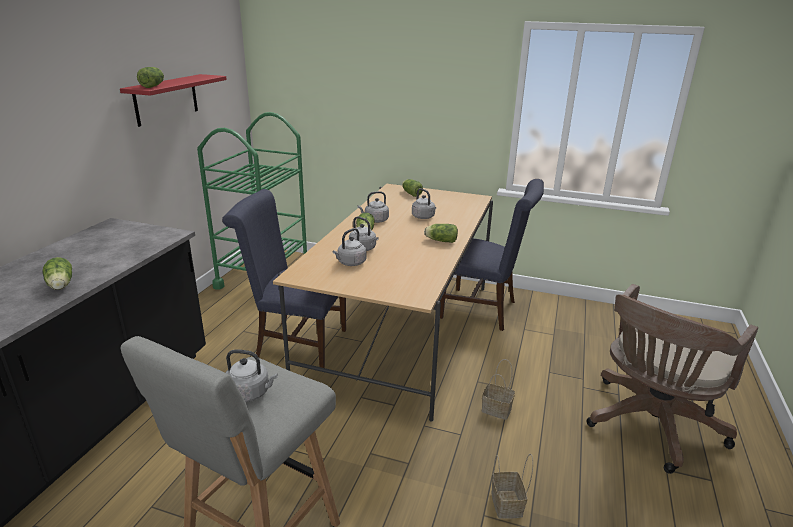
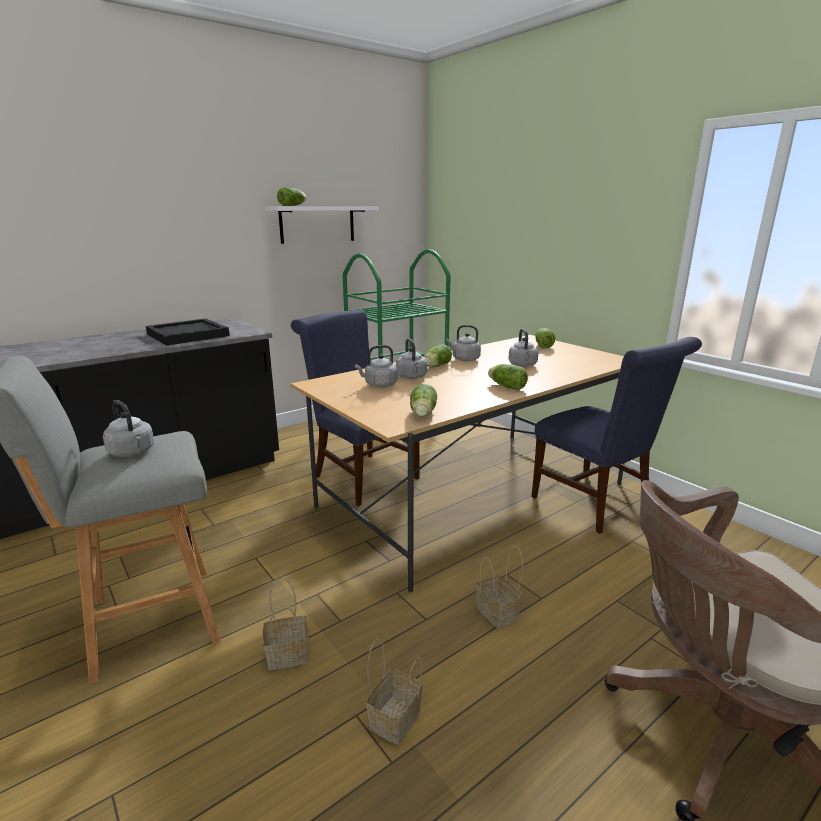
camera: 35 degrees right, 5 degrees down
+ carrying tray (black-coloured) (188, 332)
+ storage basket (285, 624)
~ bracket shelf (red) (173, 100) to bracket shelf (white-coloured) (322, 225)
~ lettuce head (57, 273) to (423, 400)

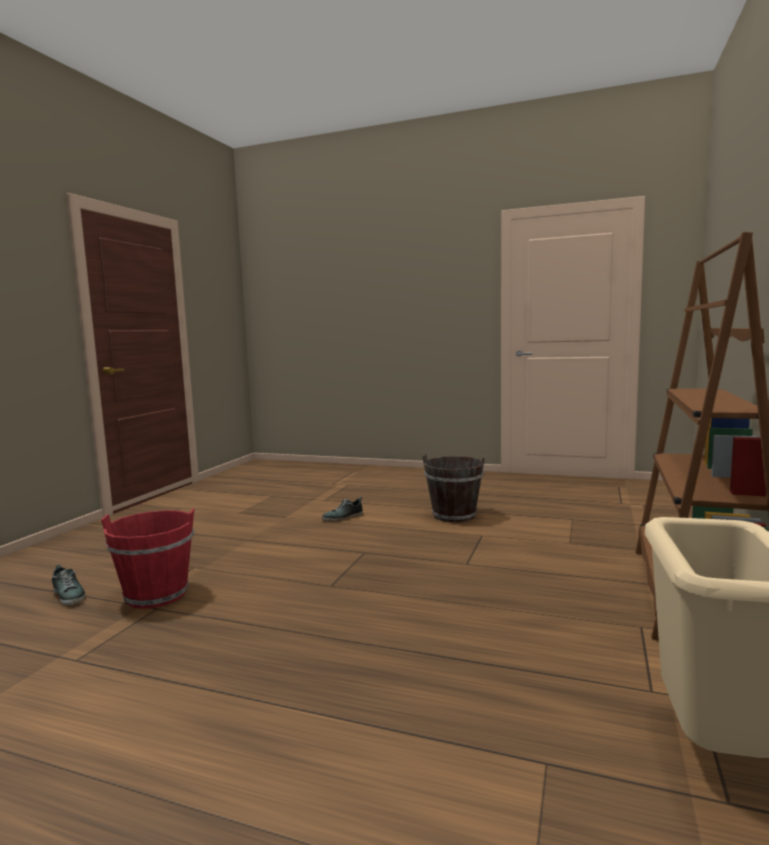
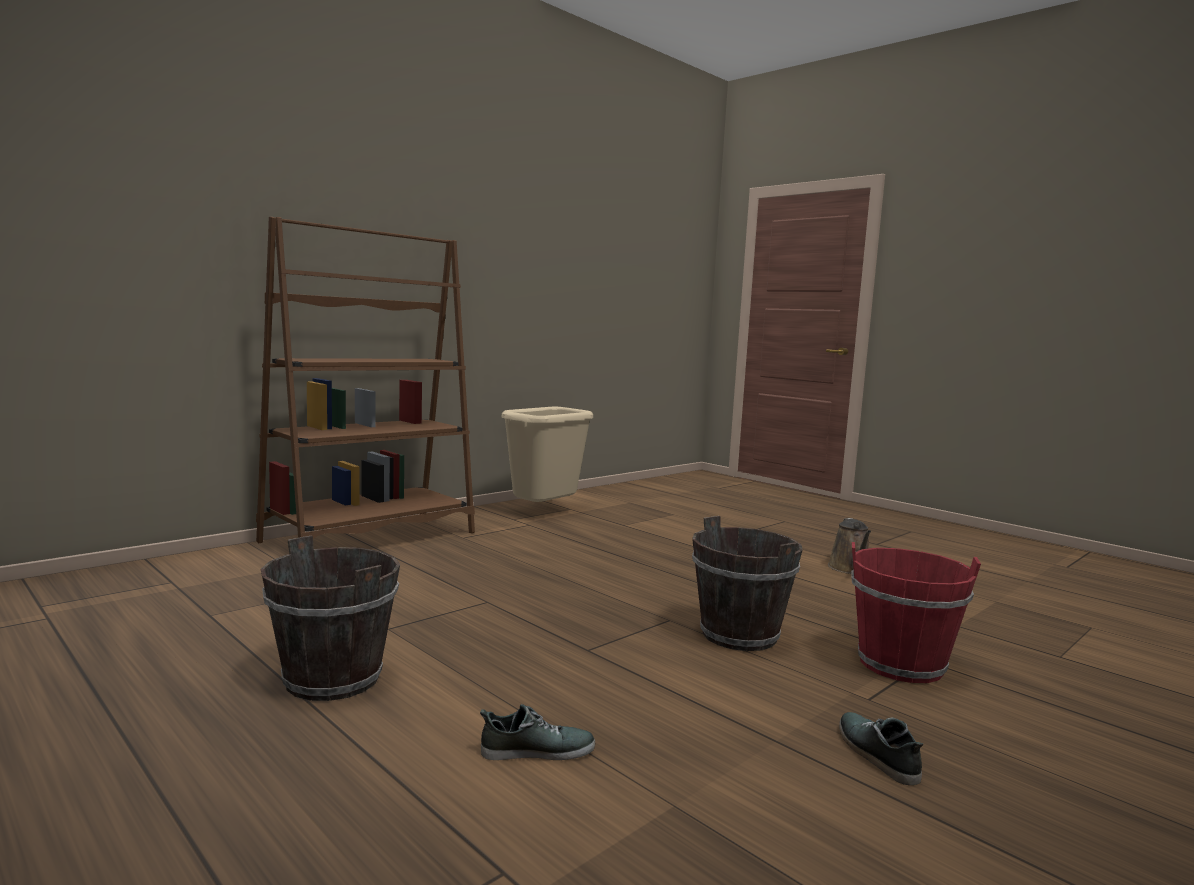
camera: 155 degrees left, 0 degrees up
+ water bucket (brown-coloured) (747, 583)
+ watering pot (brown-coloured) (849, 546)
~ shoe (68, 584) to (881, 748)

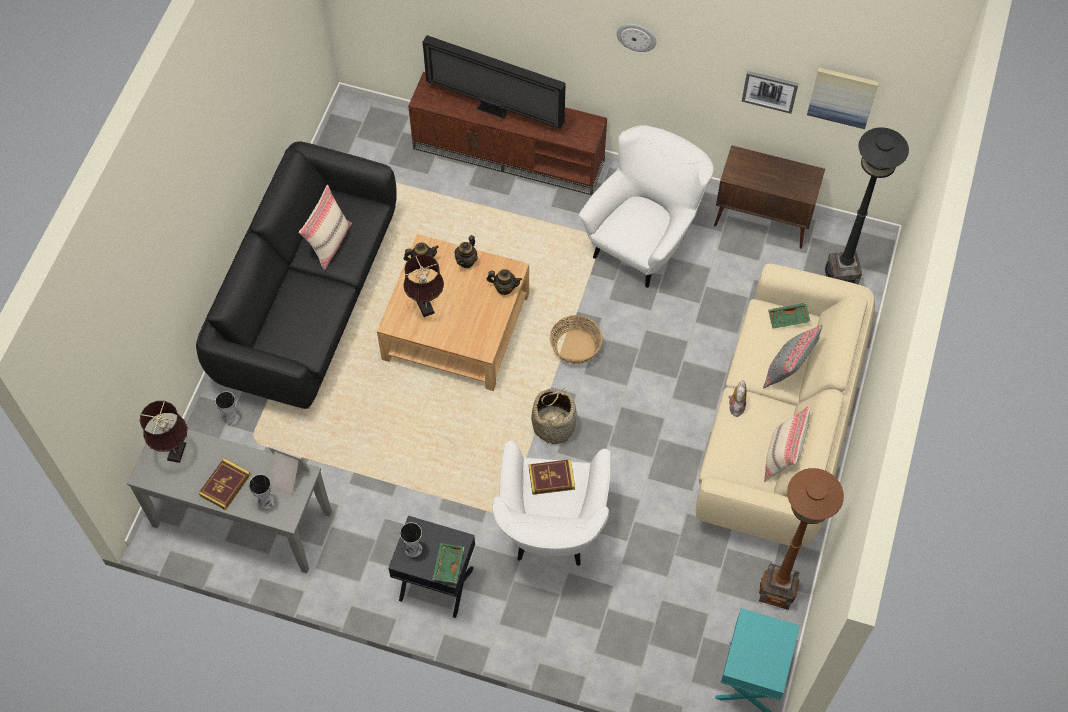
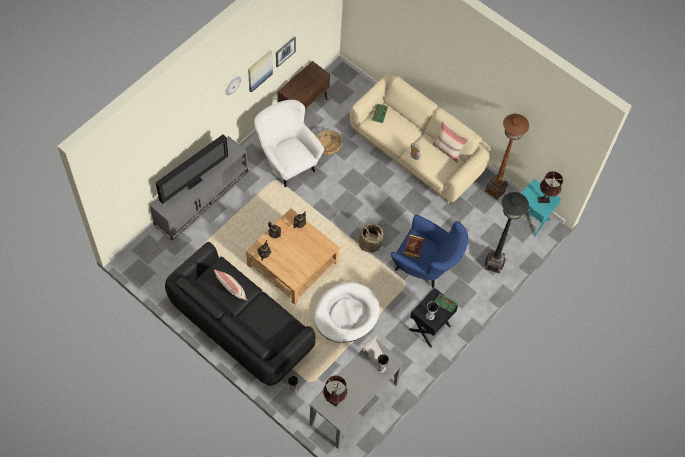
camera: 70 degrees left, 0 degrees up
~ tv stand (brown-coloured) (507, 133) to tv stand (gray) (199, 188)
~ wall art (843, 98) to (260, 71)
+ pet bed (white-coloured) (347, 312)
~ storage basket (576, 339) to (329, 142)
~ lounge chair (white-coloured) (551, 503) to lounge chair (blue) (429, 251)
~ floor lamp (black-coloured) (867, 206) to (507, 232)
~ lamp for a table (brown-coloured) (423, 285) to (550, 187)
- volume (225, 484)
- pillow (gray) (793, 357)

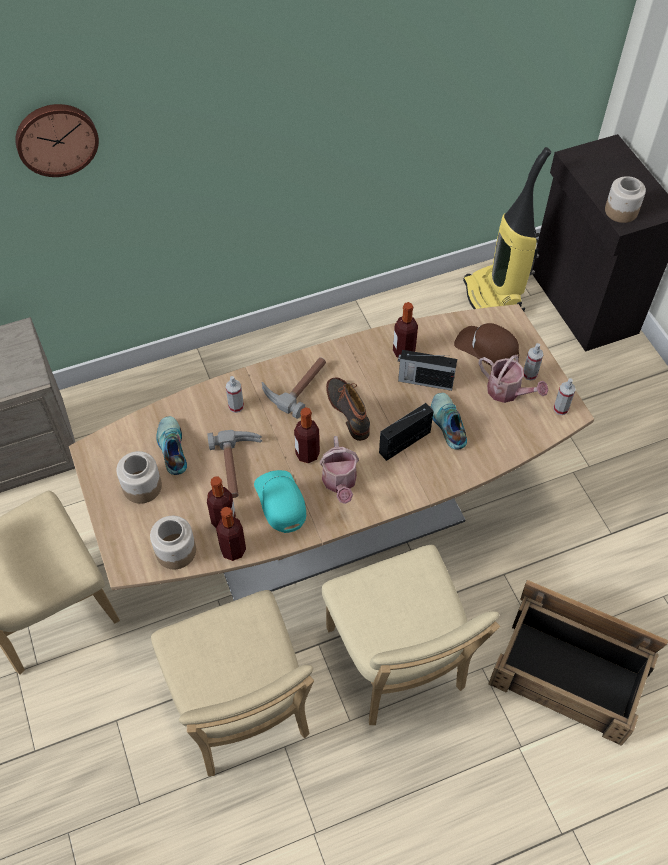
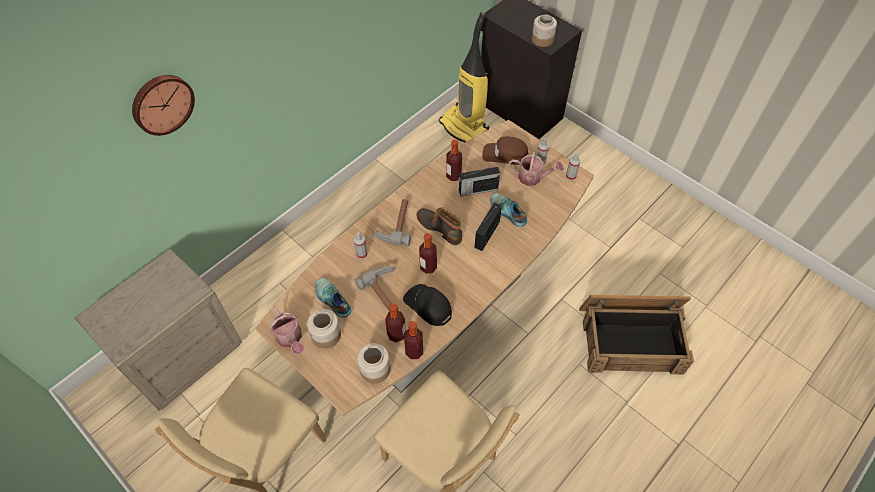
camera: 25 degrees left, 0 degrees up
~ watering pot (339, 470) to (286, 330)
~ baseball cap (turquoise) (280, 501) to baseball cap (black-coloured) (427, 305)
- chair (beige-coloured) (411, 635)

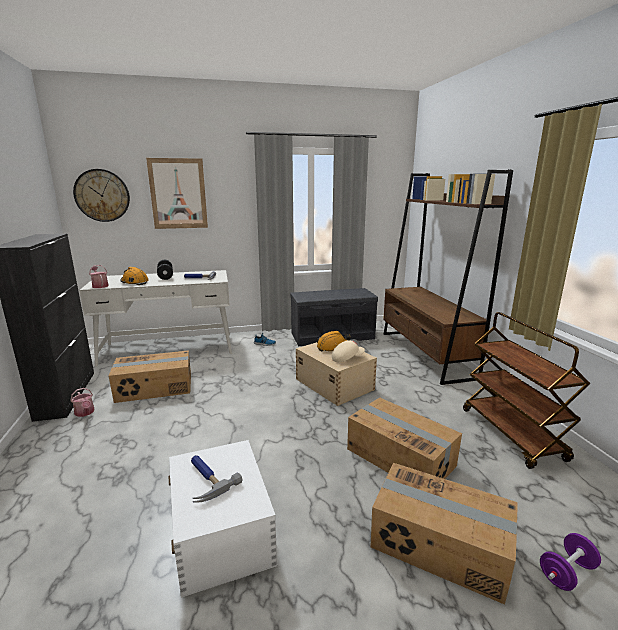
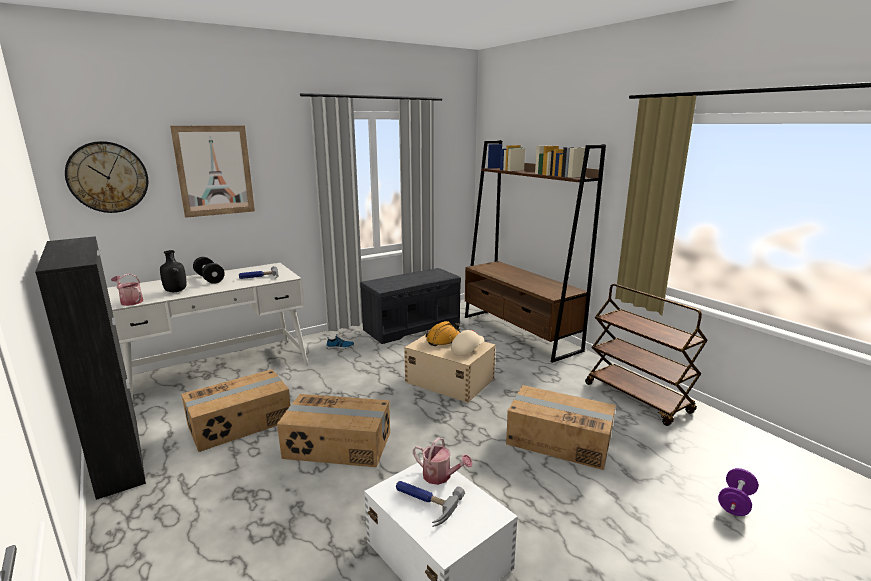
camera: 20 degrees left, 0 degrees up
~ work helmet (orange-coloured) (135, 276) to beverage bottle (black-coloured) (173, 271)
~ cardboard box (444, 534) to (333, 430)
~ watering pot (82, 402) to (443, 461)

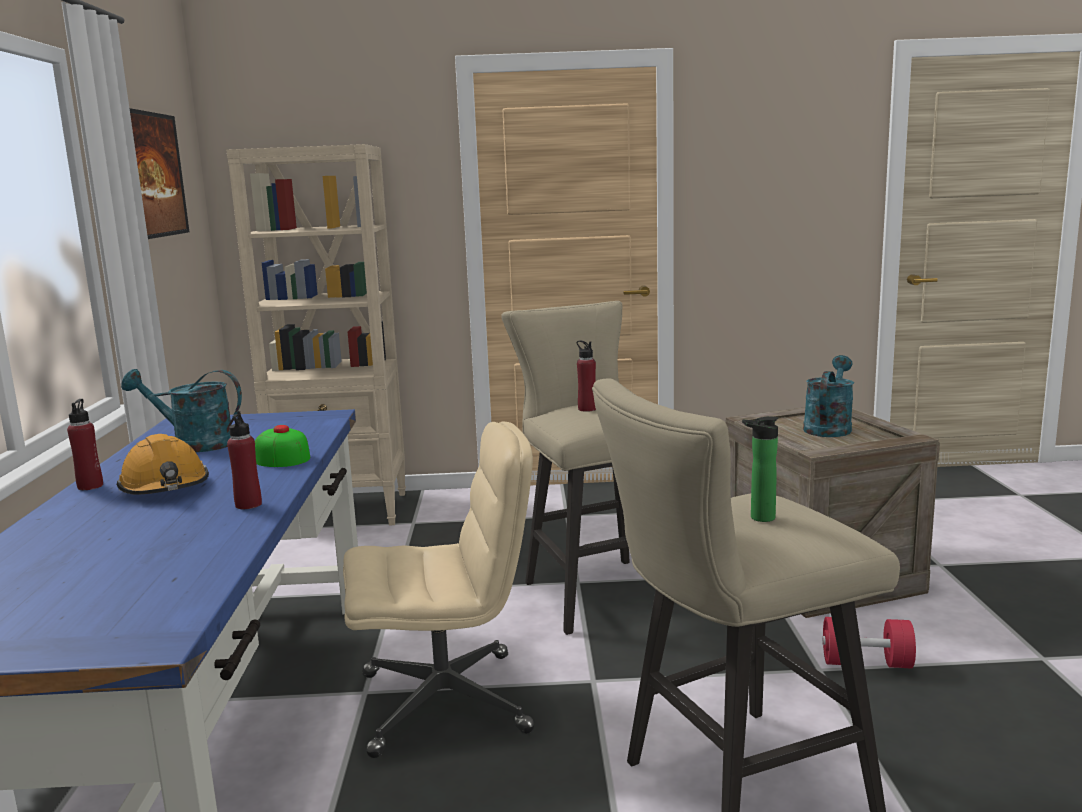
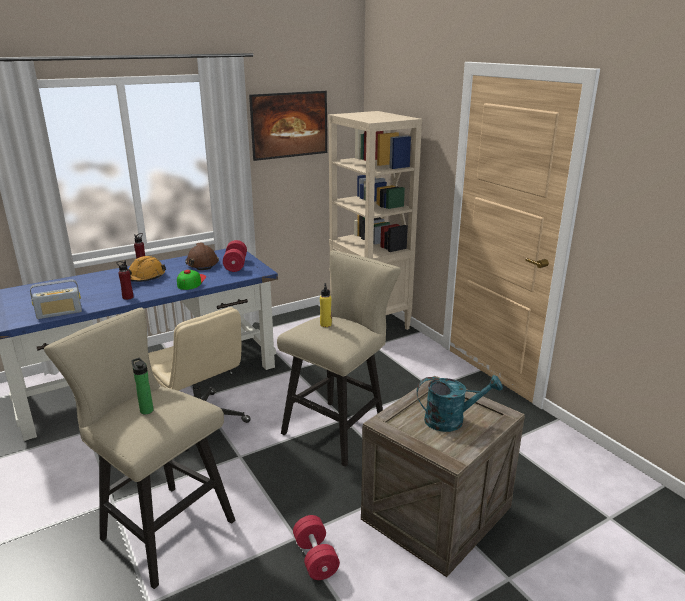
camera: 60 degrees right, 10 degrees up
+ radio receiver (56, 299)
~ watering pot (turquoise) (181, 410) to work helmet (brown-coloured) (202, 256)
+ dumbbell (red) (235, 256)
~ beverage bottle (red) (586, 376) to beverage bottle (yellow) (326, 305)

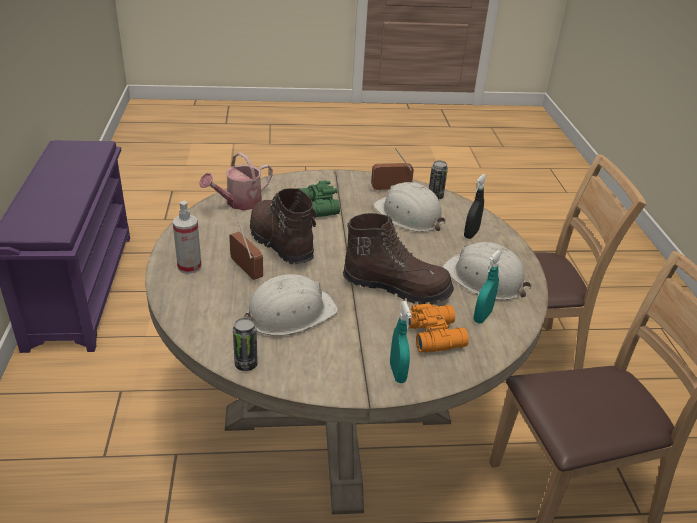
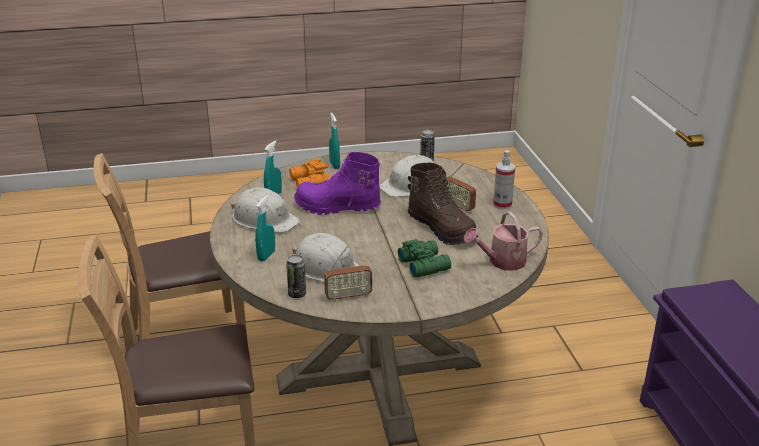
camera: 175 degrees right, 5 degrees down
~ sprayer (black-coloured) (475, 206) to sprayer (turquoise) (265, 228)
~ high-top boot (brown-coloured) (398, 259) to high-top boot (purple-coloured) (337, 183)
~ watering pot (236, 181) = (503, 241) 150 degrees counterclockwise

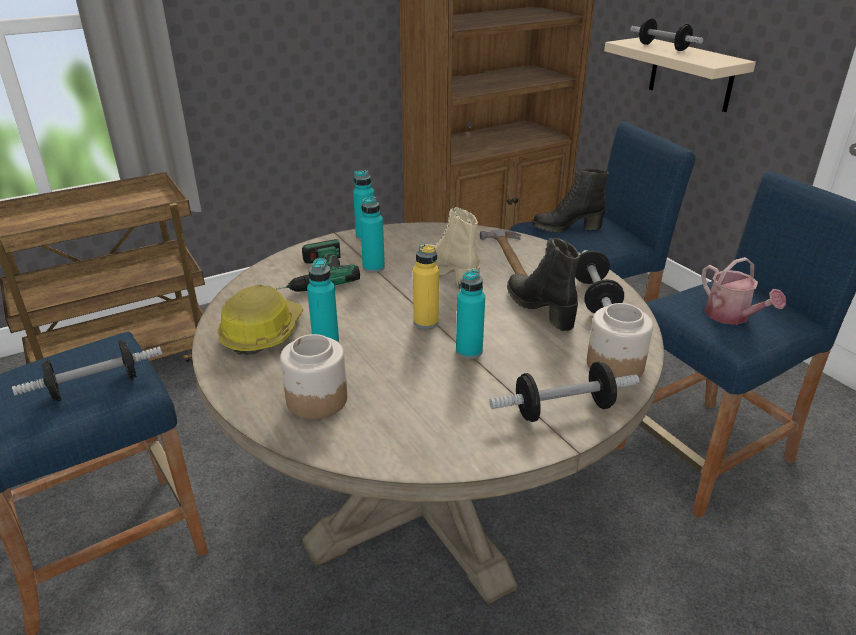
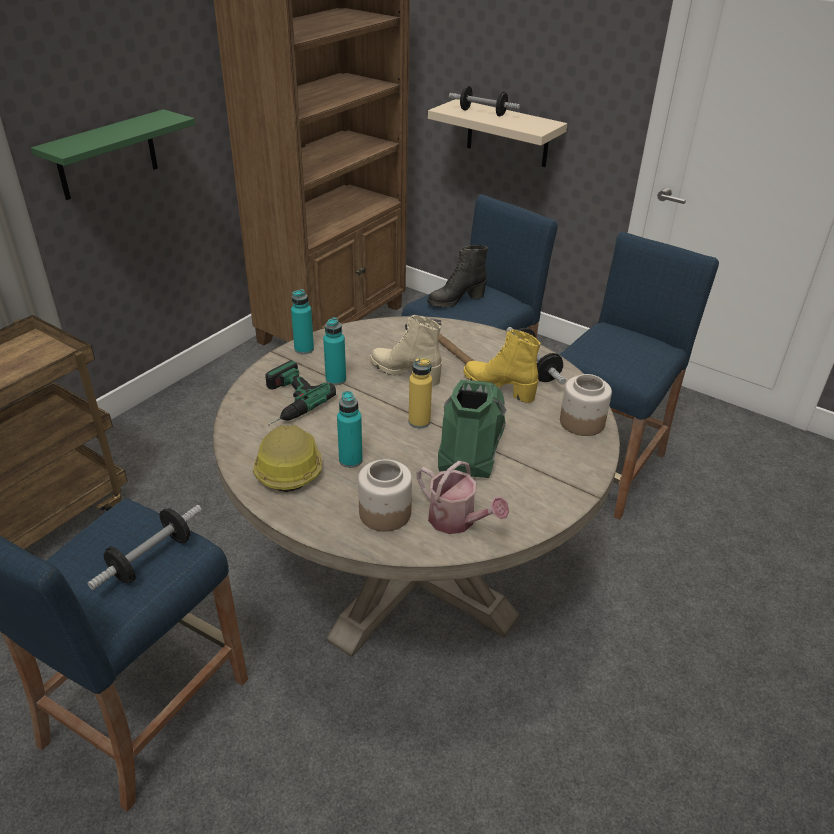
camera: 25 degrees left, 5 degrees up
+ bracket shelf (green) (113, 154)
~ watering pot (743, 291) to (463, 497)
~ beverage bottle (turquoise) (470, 314) to high-top boot (green) (472, 429)
~ high-top boot (black-coloured) (543, 284) to high-top boot (yellow) (502, 366)
- dumbbell (564, 392)

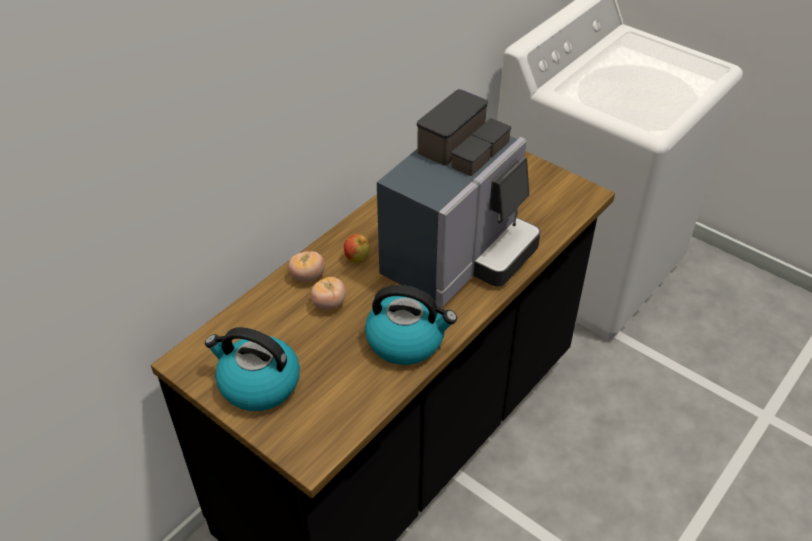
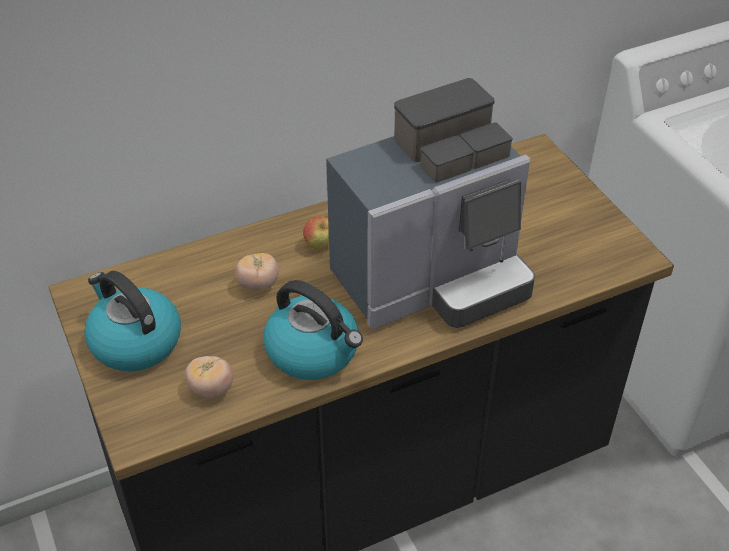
camera: 25 degrees right, 0 degrees up
~ tomato (306, 266) to (209, 377)

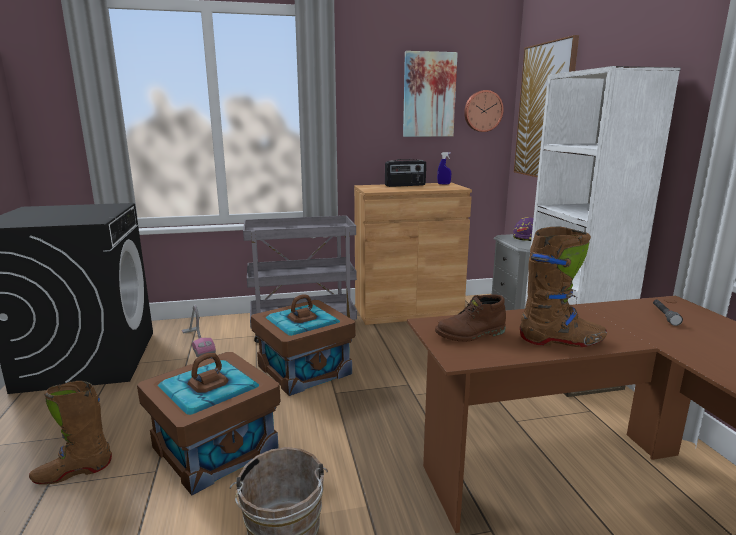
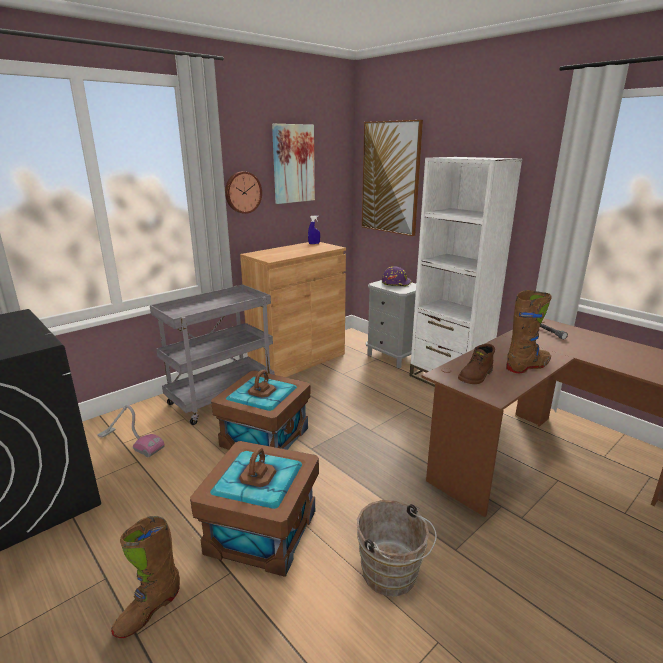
camera: 30 degrees left, 5 degrees up
~ clock on the wall (484, 111) to (243, 192)
- radio receiver (405, 173)

